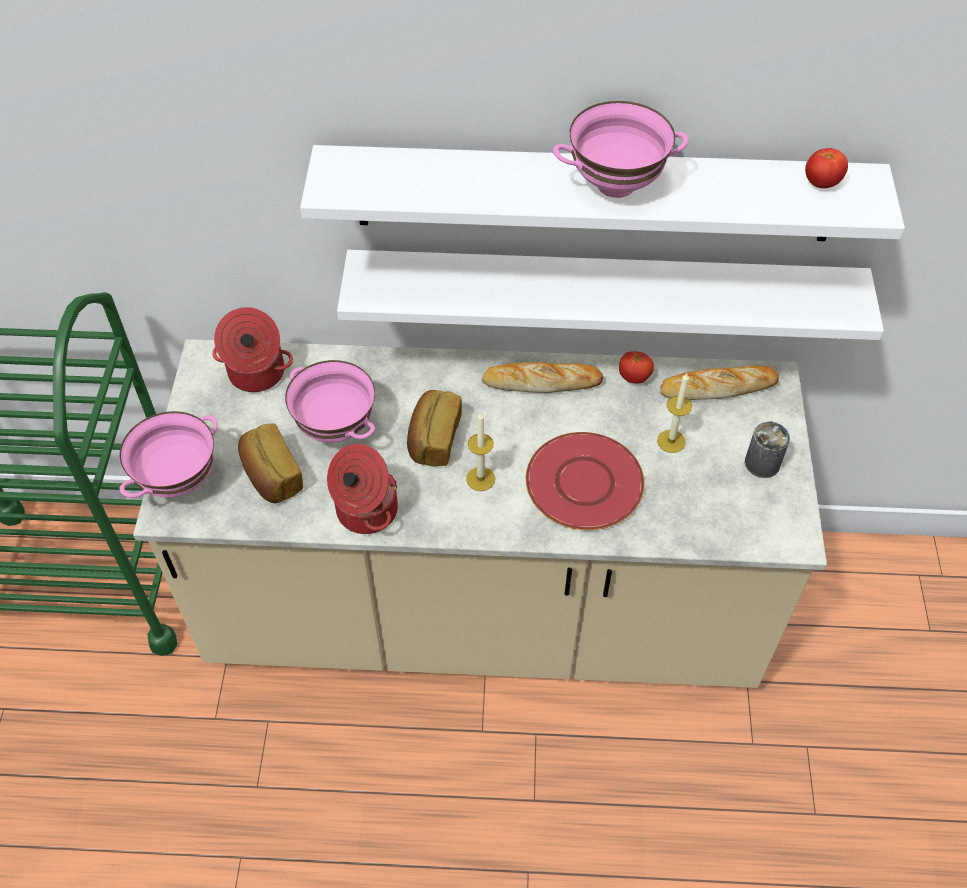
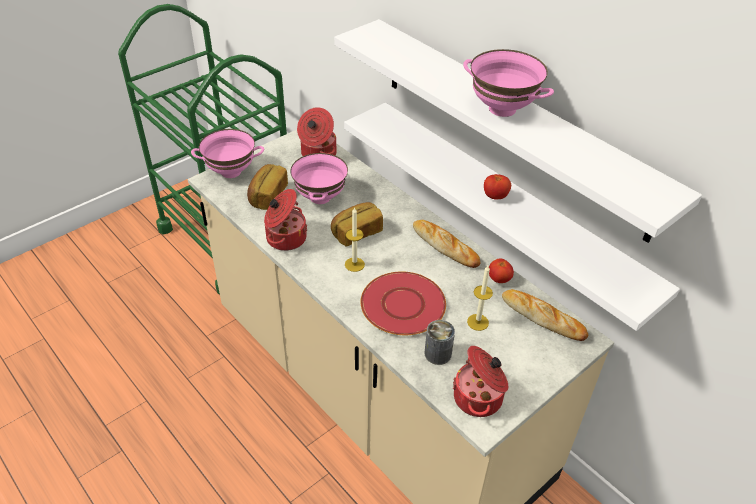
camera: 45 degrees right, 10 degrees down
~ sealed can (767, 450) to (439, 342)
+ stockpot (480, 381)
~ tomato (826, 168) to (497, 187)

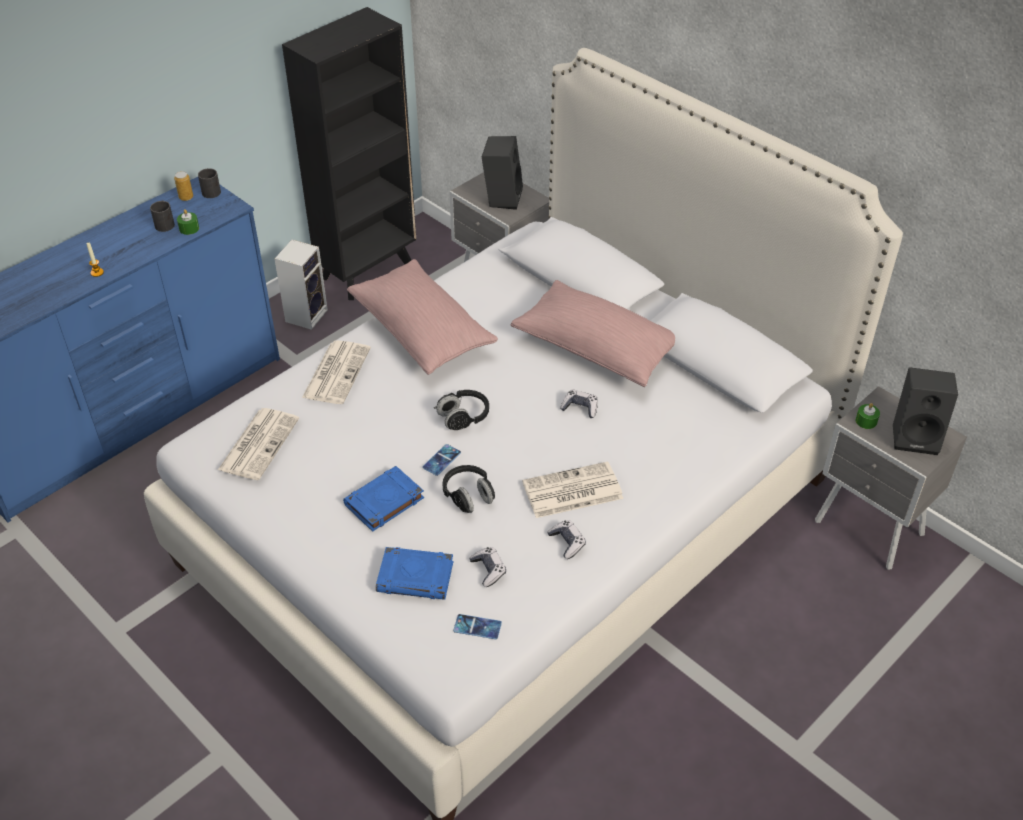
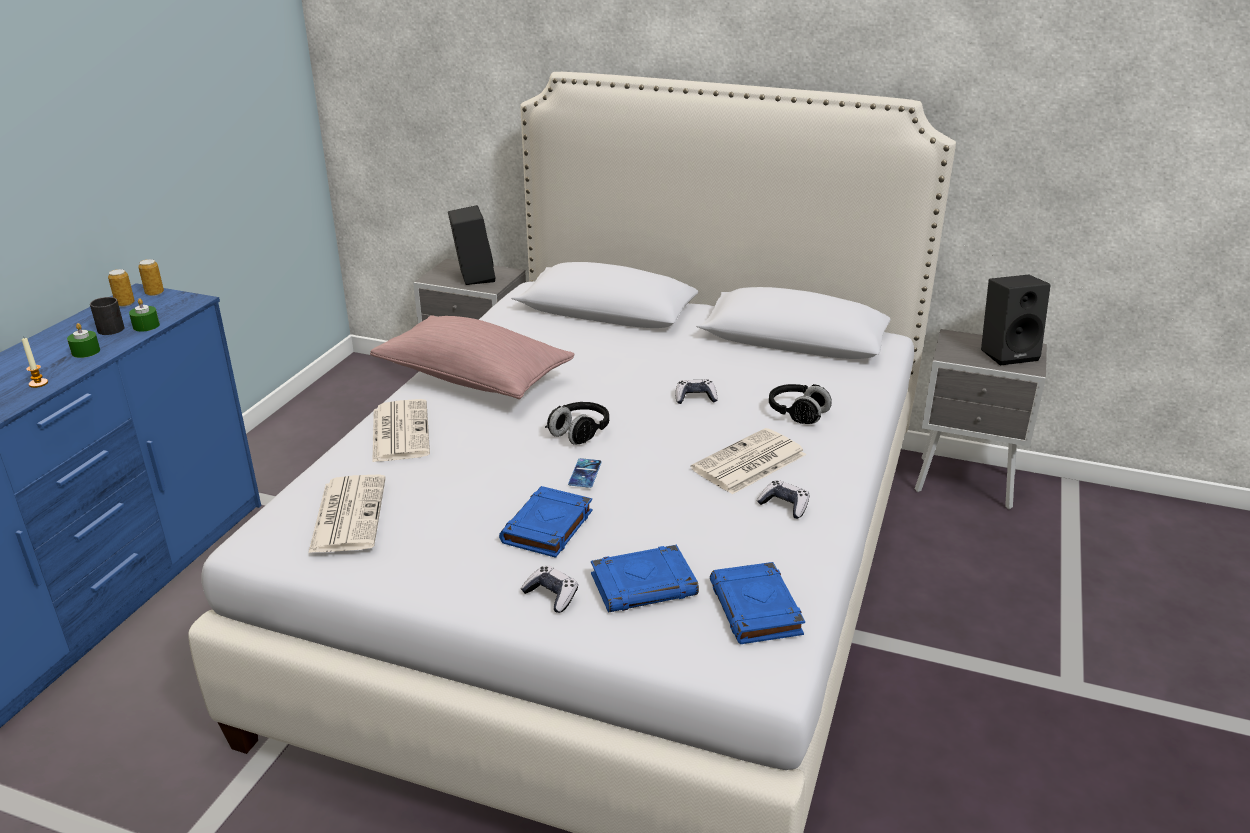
camera: 25 degrees left, 15 degrees down
~ wax candle (green) (868, 416) to (83, 340)
~ tea mug (black-coloured) (209, 183) to sealed can (151, 277)
~ gamepad (487, 567) to (549, 589)
~ telephone (477, 626) to volume (blue) (757, 603)
~ headphones (black-coloured) (468, 489) to (800, 404)
- loudspeaker (301, 285)
- shelving unit (black-coloured) (349, 153)
- pillow (pink) (592, 333)

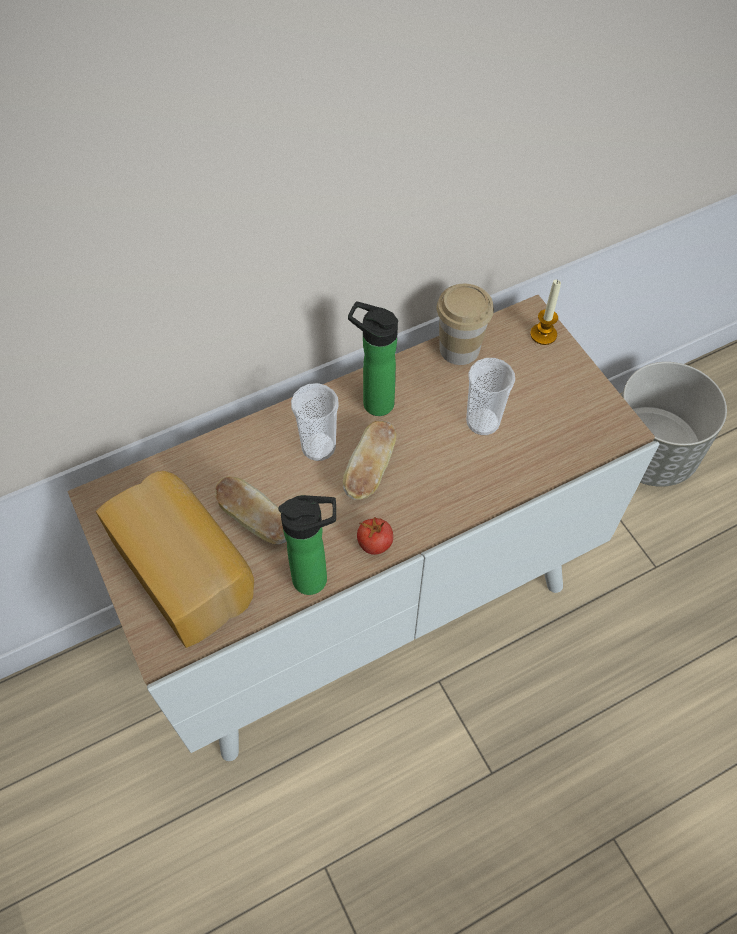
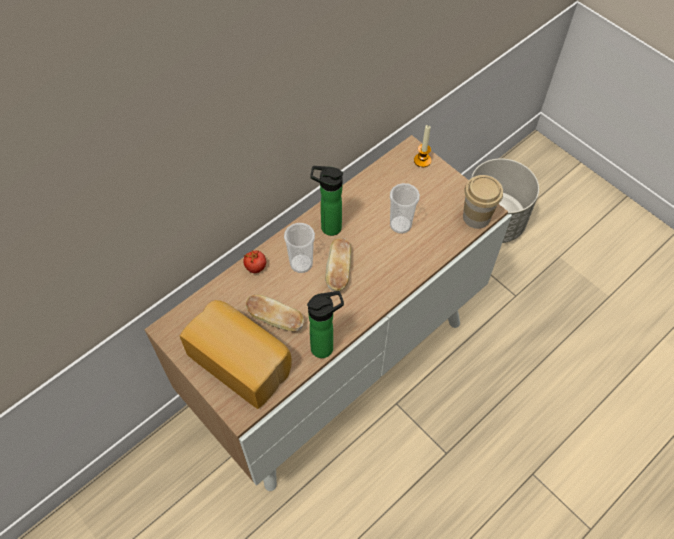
camera: 15 degrees left, 0 degrees up
~ tomato (375, 536) to (254, 261)
~ small cup (465, 324) to (483, 202)

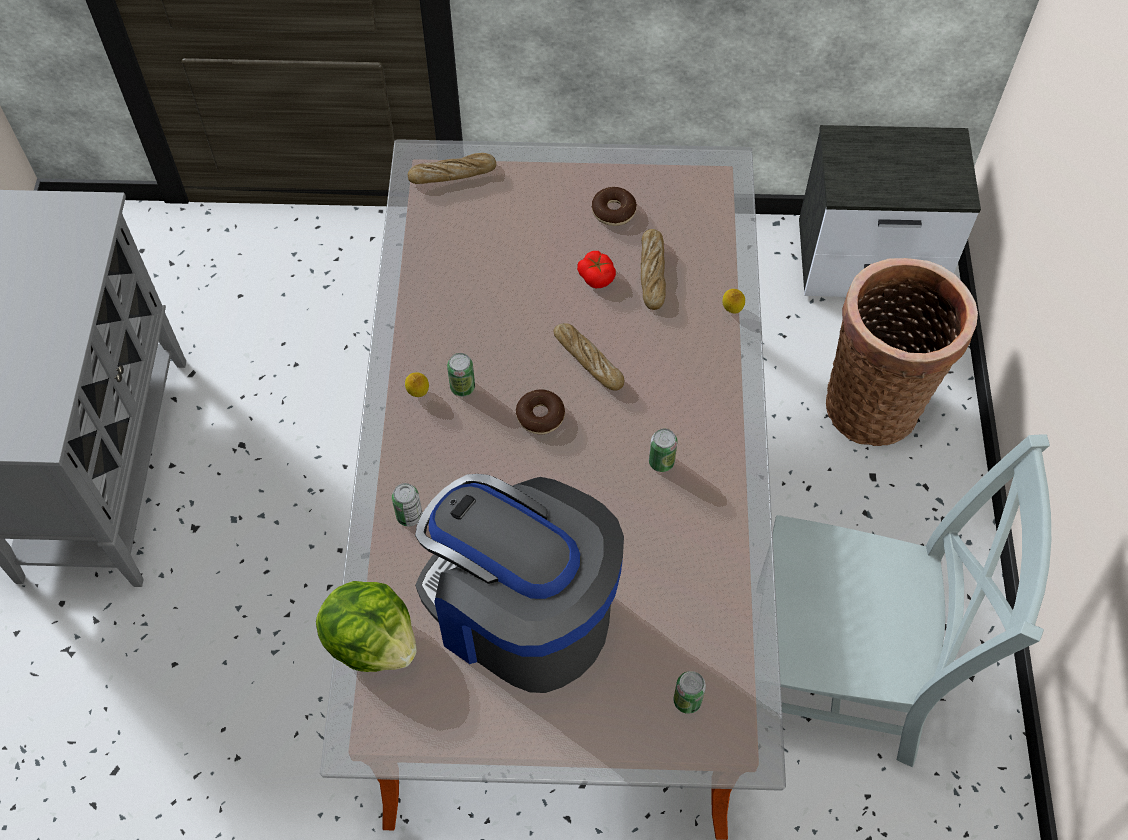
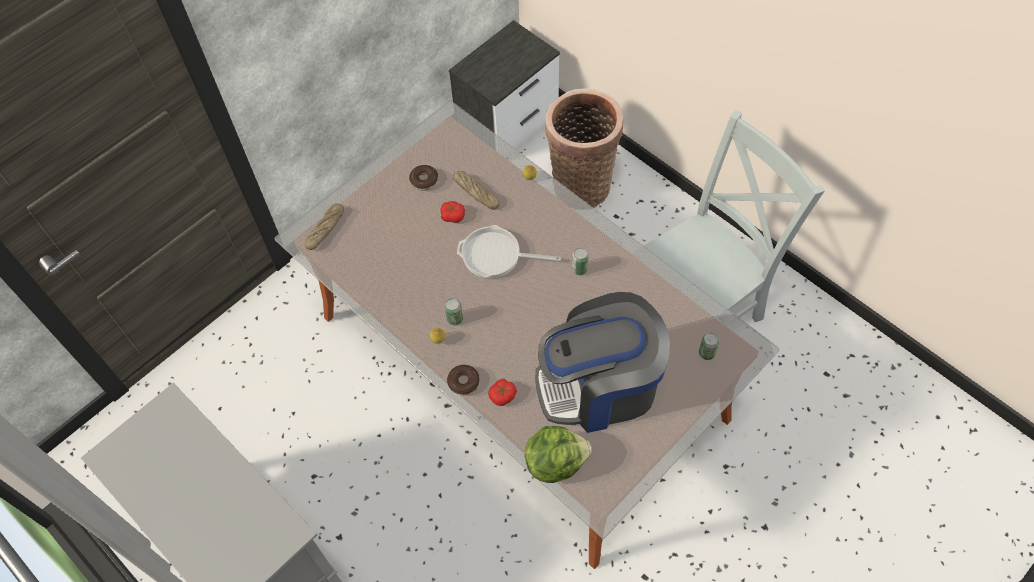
camera: 45 degrees left, 0 degrees up
~ doughnut (540, 412) to (463, 380)
~ bread (589, 357) to skillet (509, 251)
~ sealed can (407, 504) to tomato (502, 392)

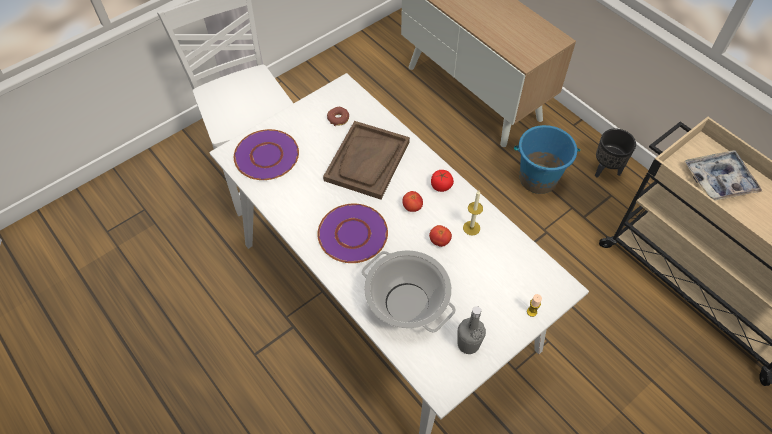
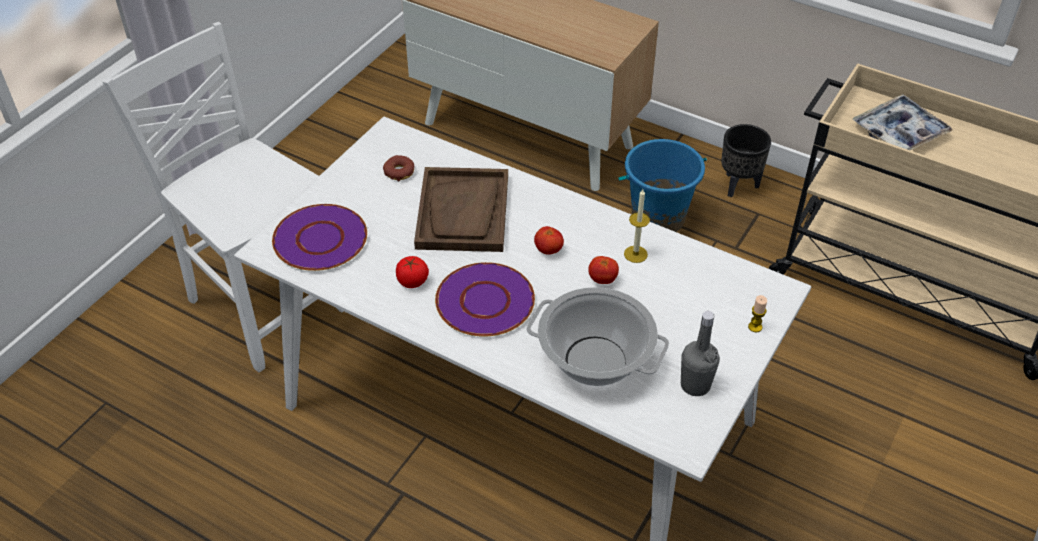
camera: 20 degrees left, 10 degrees down
~ tomato (442, 181) to (412, 272)

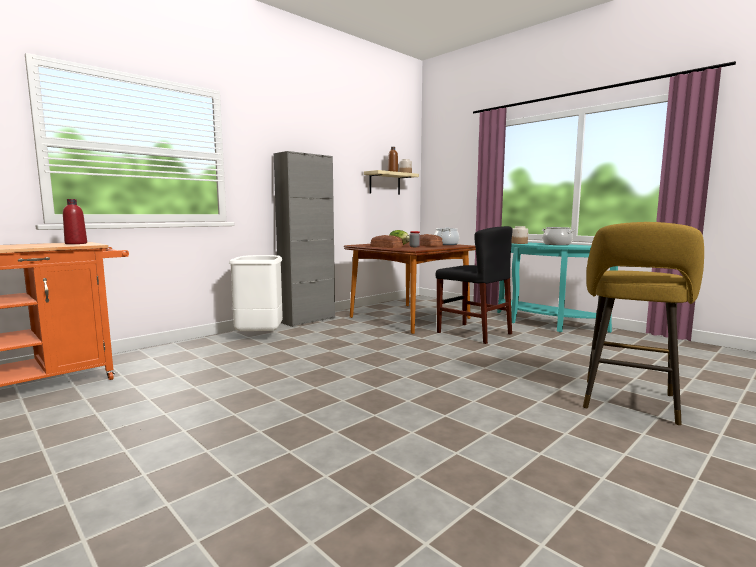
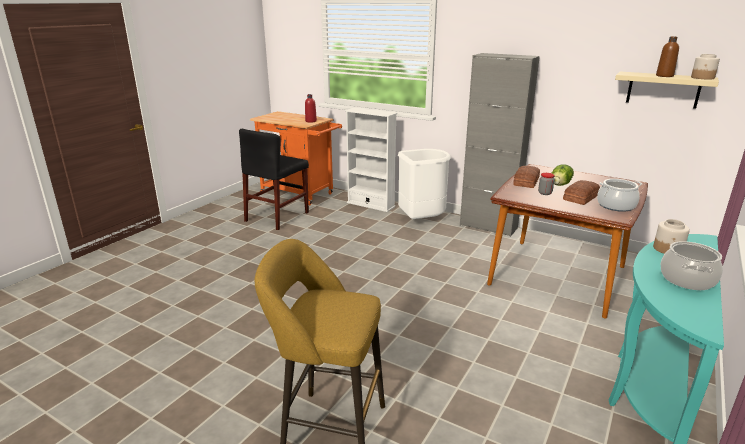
camera: 75 degrees right, 15 degrees up
~ chair (black-coloured) (474, 285) to (274, 179)
+ shelving unit (white-coloured) (371, 160)

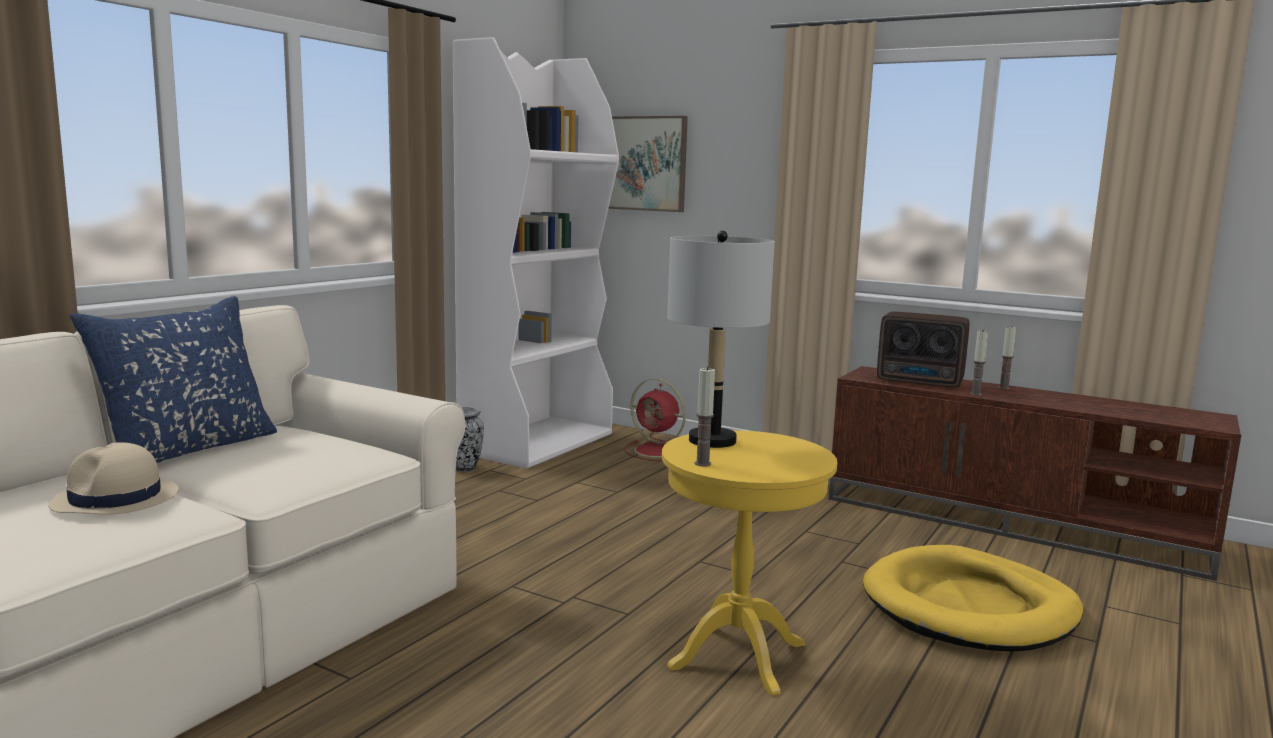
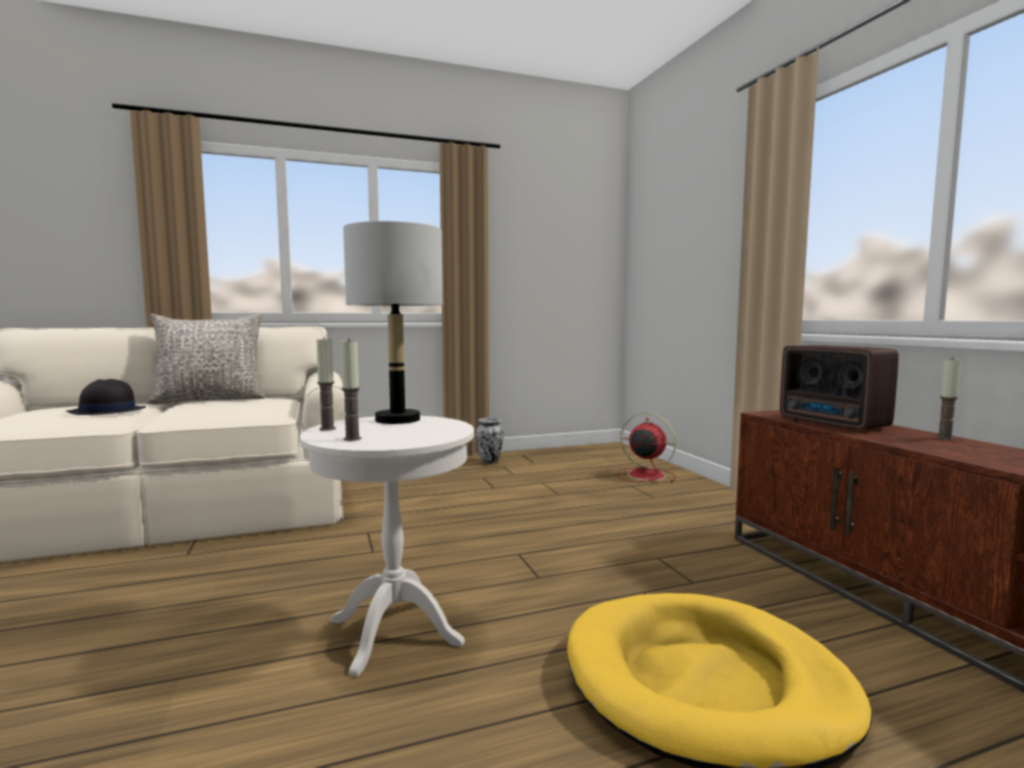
camera: 40 degrees right, 5 degrees down
~ wearable hat (beige-coloured) (113, 478) to wearable hat (black-coloured) (106, 397)
~ pillow (blue) (173, 379) to pillow (gray) (206, 359)
~ side table (yellow) (749, 563) to side table (white-coloured) (387, 546)
~ wax candle (979, 362) to (351, 390)
~ electric fan (red) (655, 419) = (646, 447) 135 degrees clockwise
- shelving unit (white-coloured) (536, 253)
- wall art (648, 164)

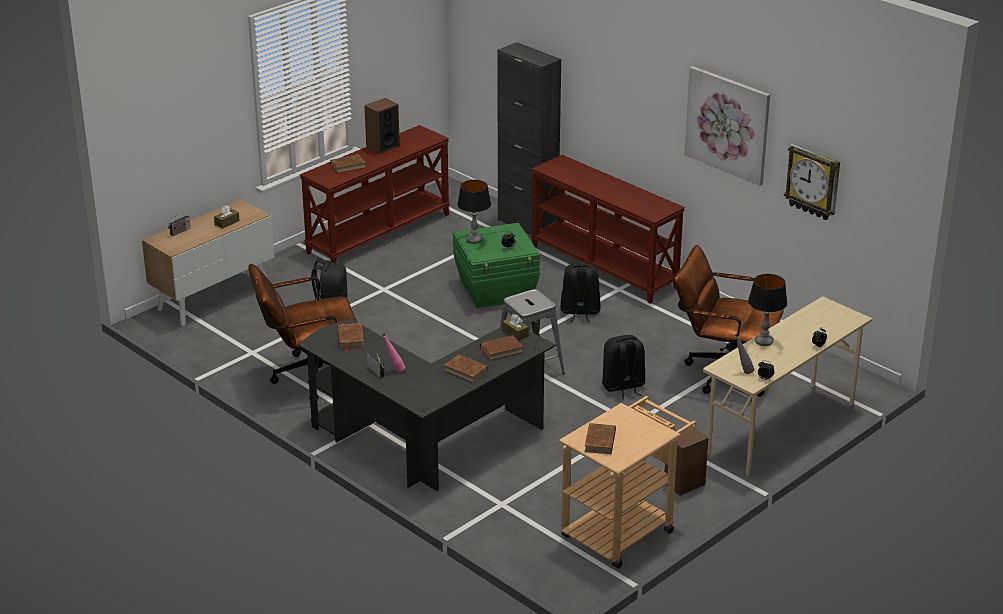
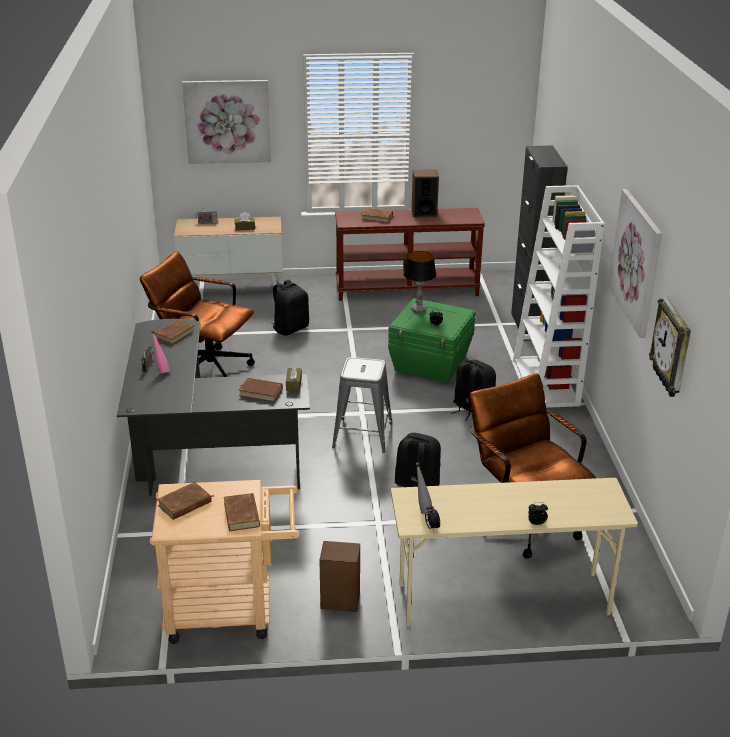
camera: 40 degrees right, 0 degrees up
+ wall art (226, 122)
~ volume (brown-coloured) (466, 368) to (242, 512)
~ hall table (brown-coloured) (608, 229) to shelving unit (white-coloured) (559, 296)
- lamp for a table (767, 310)

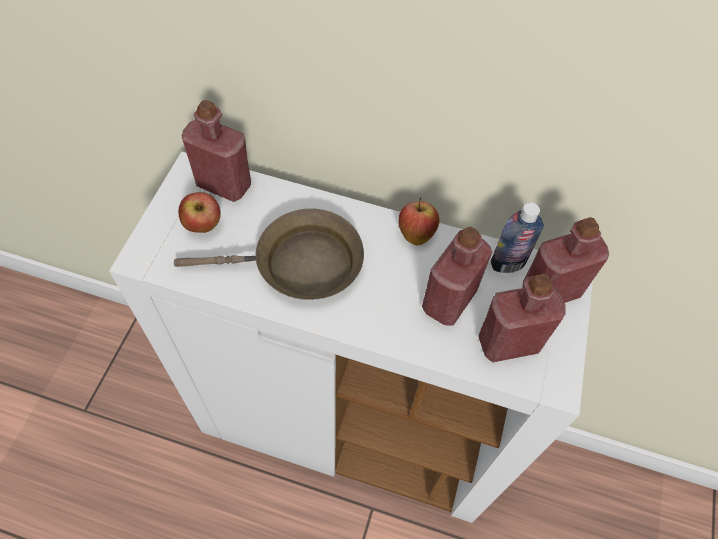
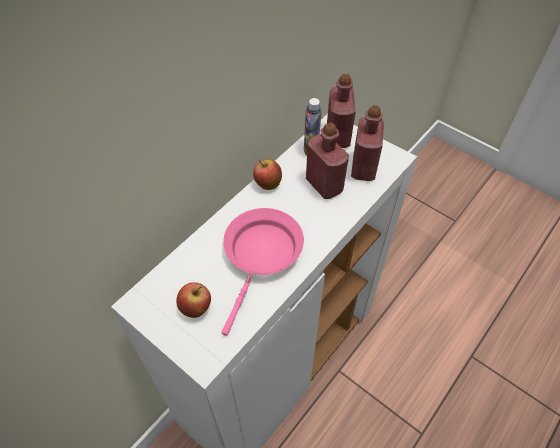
camera: 65 degrees left, 5 degrees down
~ skillet (brown-coloured) (269, 254) to skillet (pink) (262, 272)
- beverage bottle (red) (216, 151)

